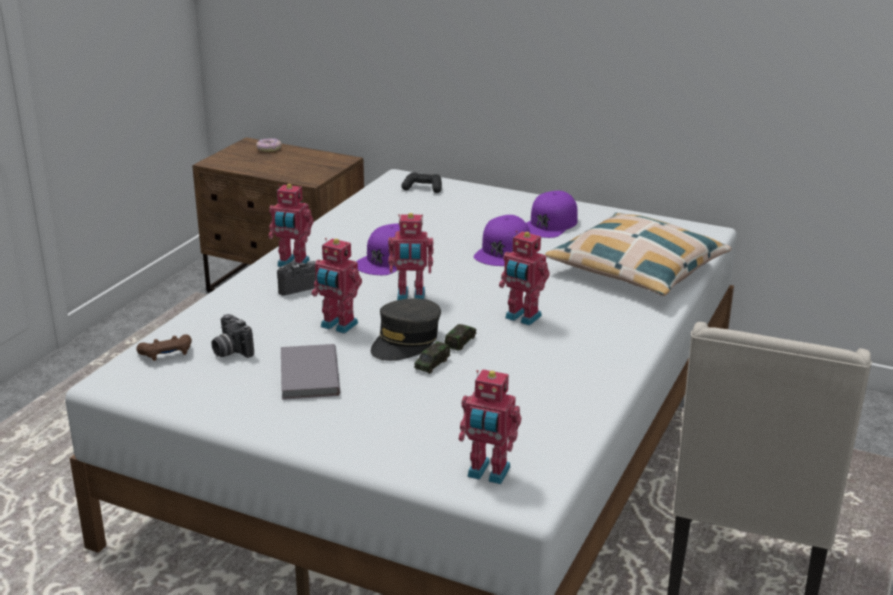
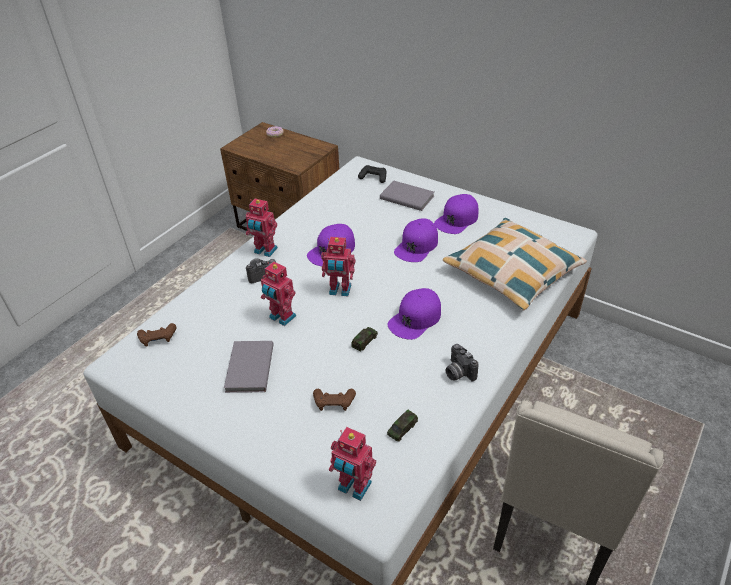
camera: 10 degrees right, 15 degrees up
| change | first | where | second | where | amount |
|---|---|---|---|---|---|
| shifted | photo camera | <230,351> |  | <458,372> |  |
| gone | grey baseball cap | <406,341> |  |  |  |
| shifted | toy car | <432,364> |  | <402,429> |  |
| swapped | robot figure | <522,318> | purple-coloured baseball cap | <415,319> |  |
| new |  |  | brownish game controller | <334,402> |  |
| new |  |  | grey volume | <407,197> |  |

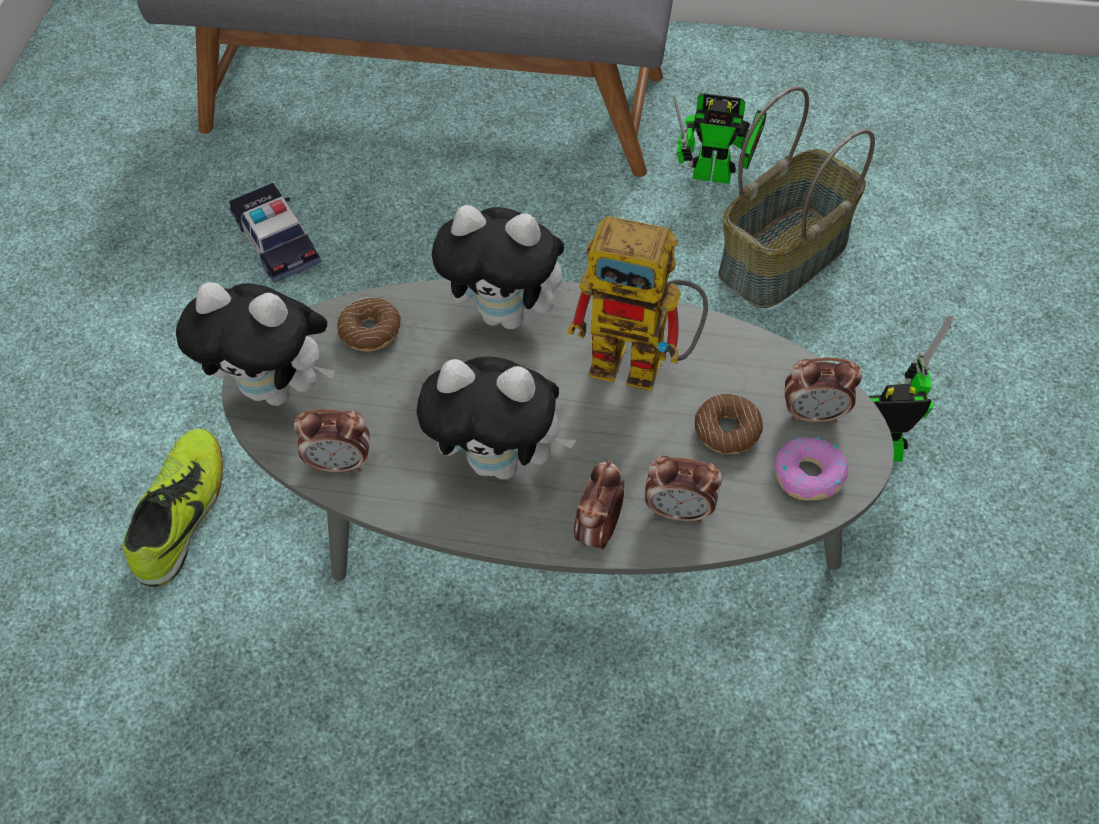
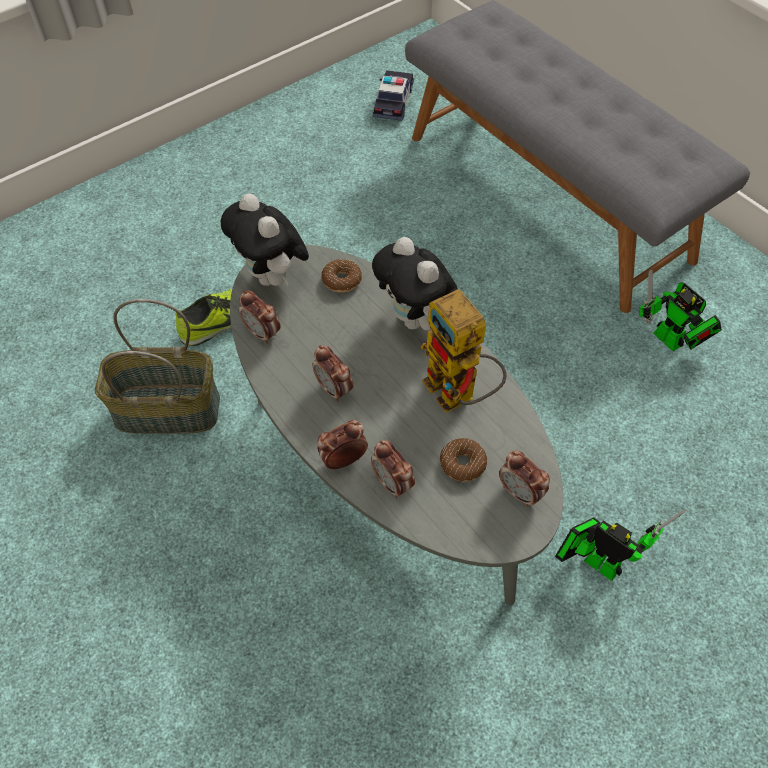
camera: 40 degrees right, 0 degrees up
| change | first | where | second | where | amount |
|---|---|---|---|---|---|
| shifted | toy car | <276,241> |  | <393,101> |  |
| swapped | soft toy | <501,461> | alarm clock | <334,389> |  |
| shifted | basket | <784,260> |  | <166,411> |  |
| gone | ring doughnut | <809,475> |  |  |  |

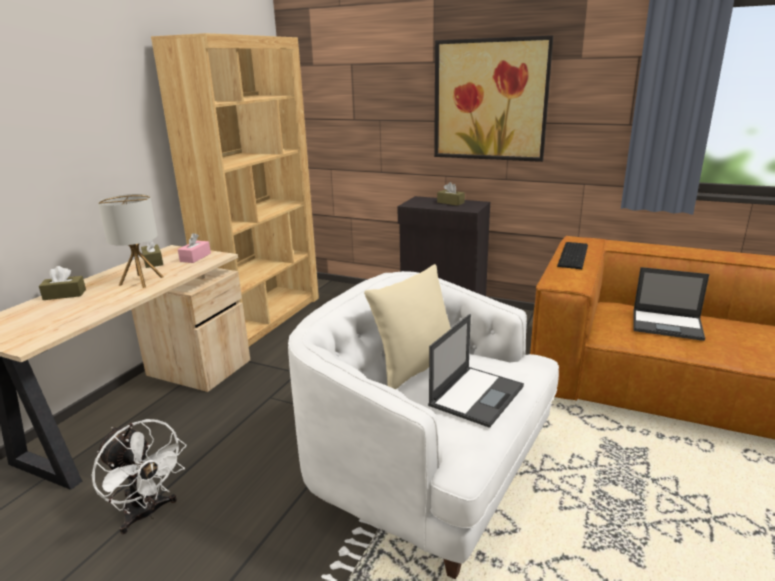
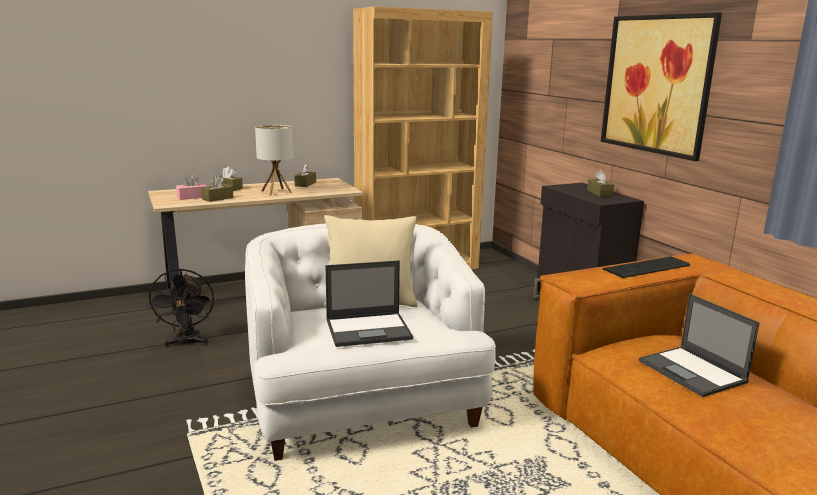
camera: 40 degrees right, 5 degrees down
| change | first | where | second | where | amount |
|---|---|---|---|---|---|
| repainted | whitish fan | <147,514> | black-coloured fan | <187,343> |  |
| shifted | pink box of tissues | <195,257> |  | <192,197> |  |
| new |  |  | brownish box of tissues | <217,198> |  |

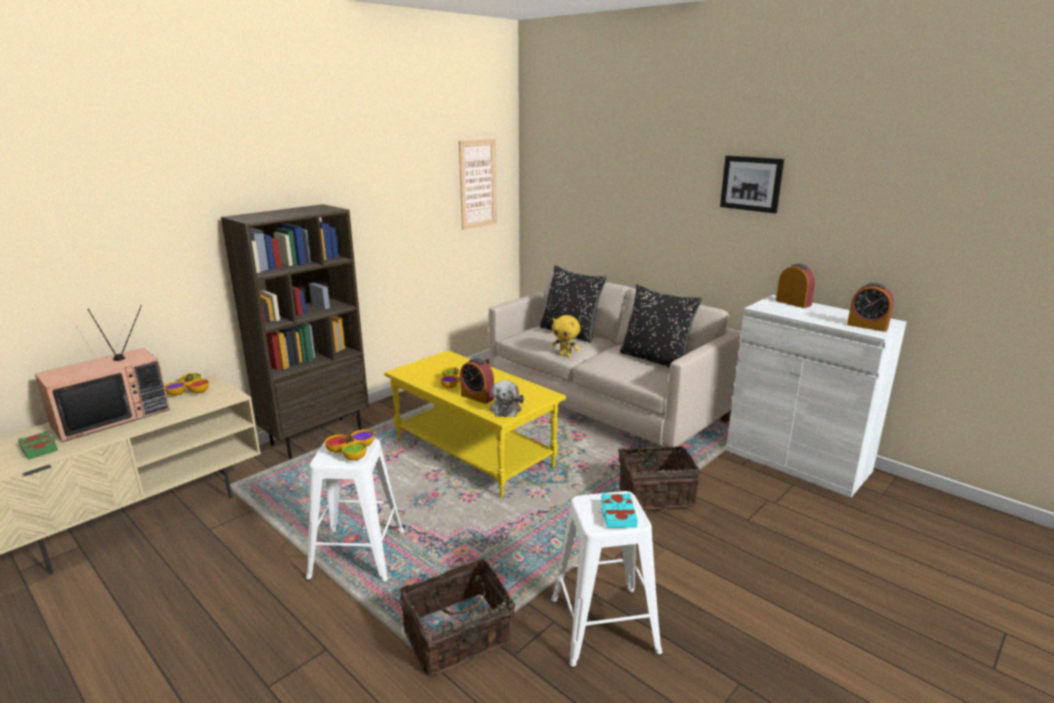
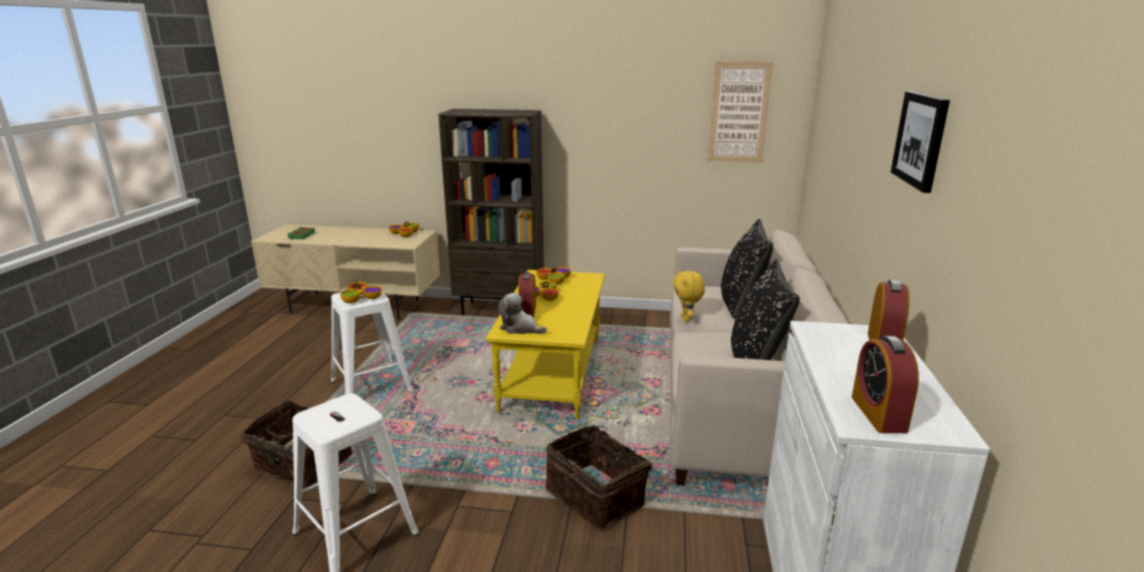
camera: 55 degrees right, 0 degrees up
| change | first | where | second | where | amount |
|---|---|---|---|---|---|
| gone | TV set | <112,416> |  |  |  |
| rotated | soft toy | <506,408> |  | <520,328> | 60 degrees clockwise |
| gone | blue-green volume | <617,514> |  |  |  |
| new |  |  | serving bowl | <554,280> |  |

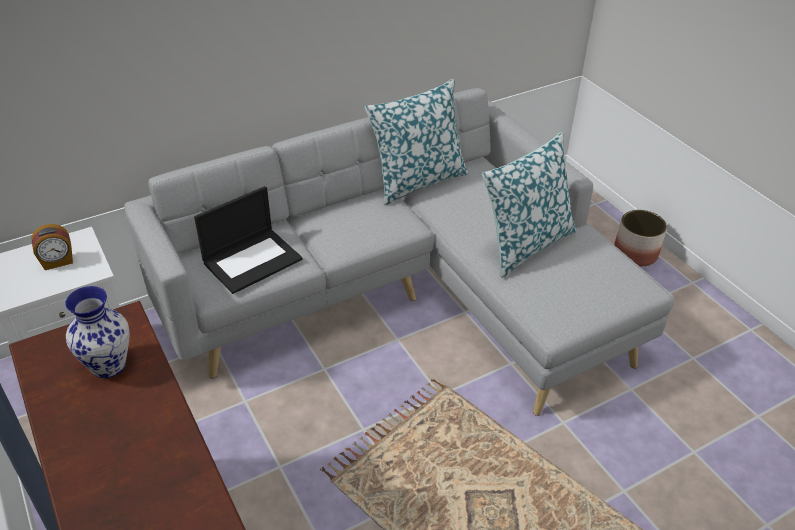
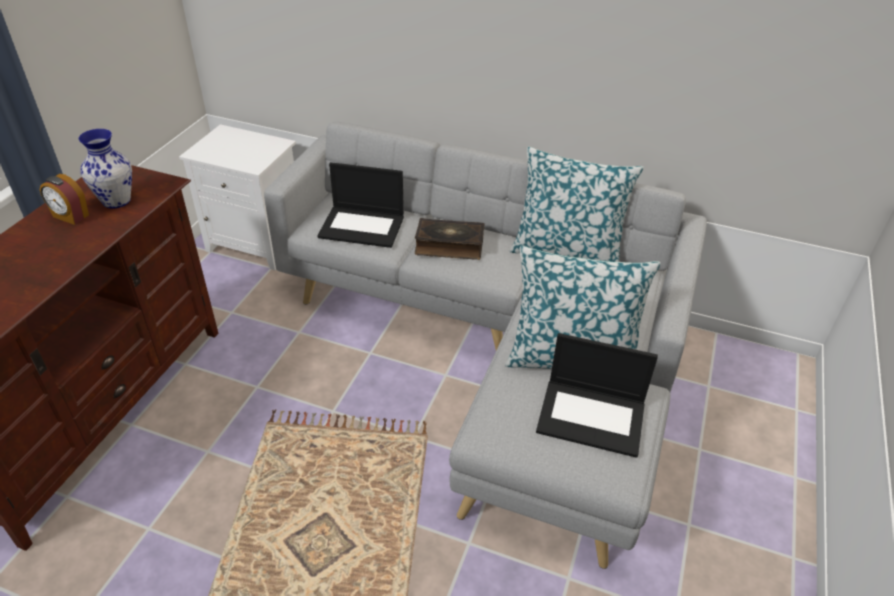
camera: 50 degrees right, 0 degrees up
| change | first | where | second | where | amount |
|---|---|---|---|---|---|
| shifted | alarm clock | <58,262> |  | <70,216> |  |
| gone | flower pot | <635,253> |  |  |  |
| new |  |  | volume | <449,246> |  |
| new |  |  | portable computer | <592,417> |  |

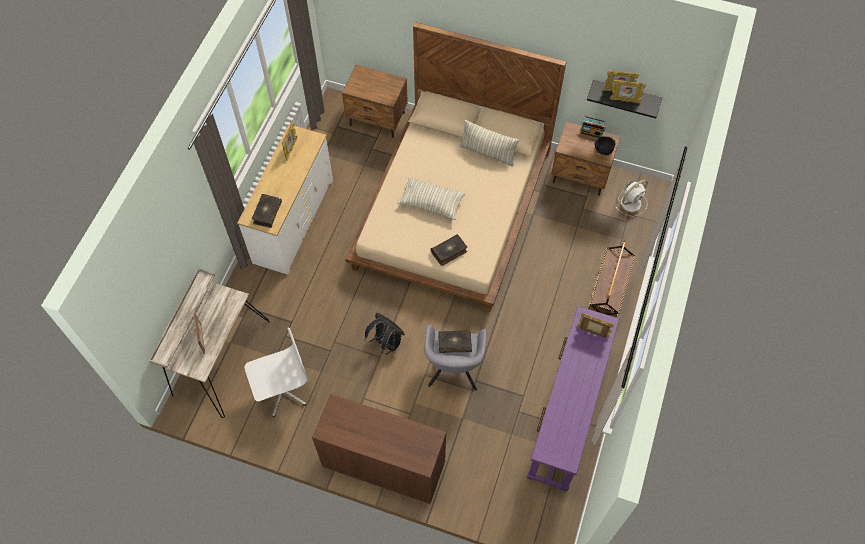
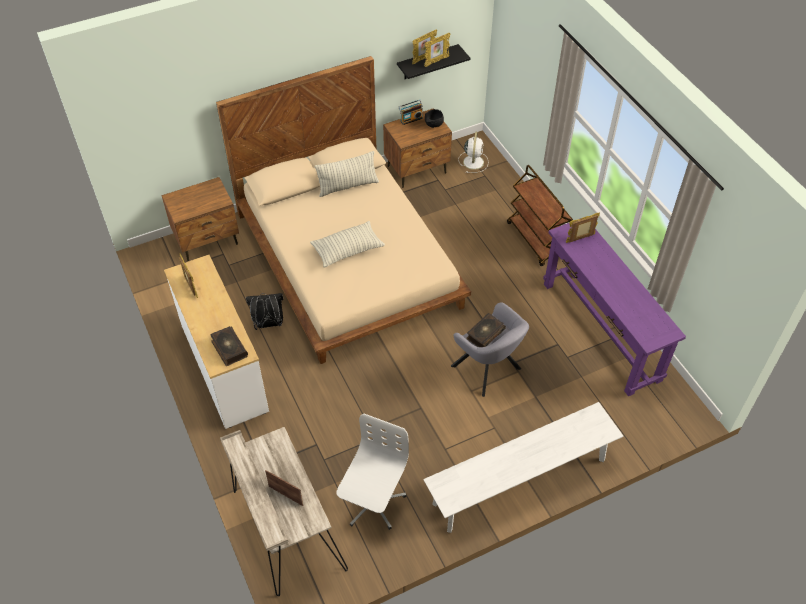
camera: 45 degrees left, 10 degrees down
| change | first | where | second | where | amount |
|---|---|---|---|---|---|
| swapped | brownish storage cabinet | <384,464> | whitish long seat | <520,481> |  |
| shifted | black-coloured backpack | <386,342> |  | <268,324> |  |
| gone | volume | <449,252> |  |  |  |

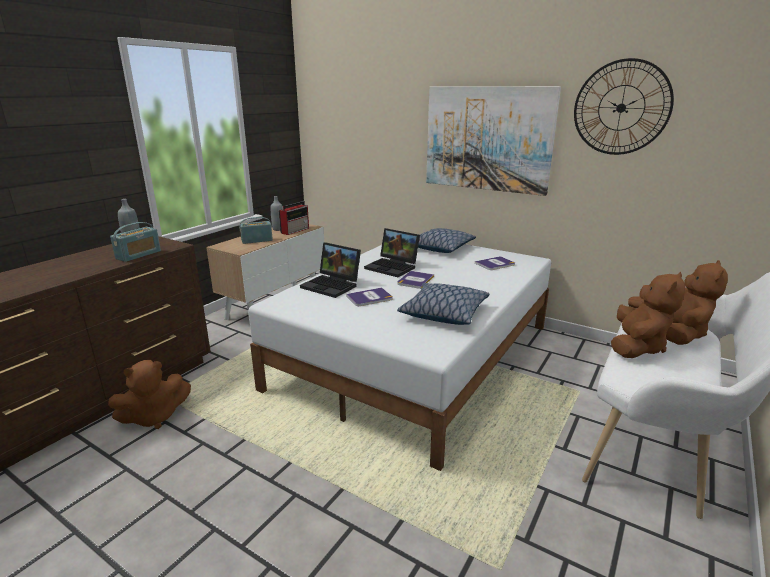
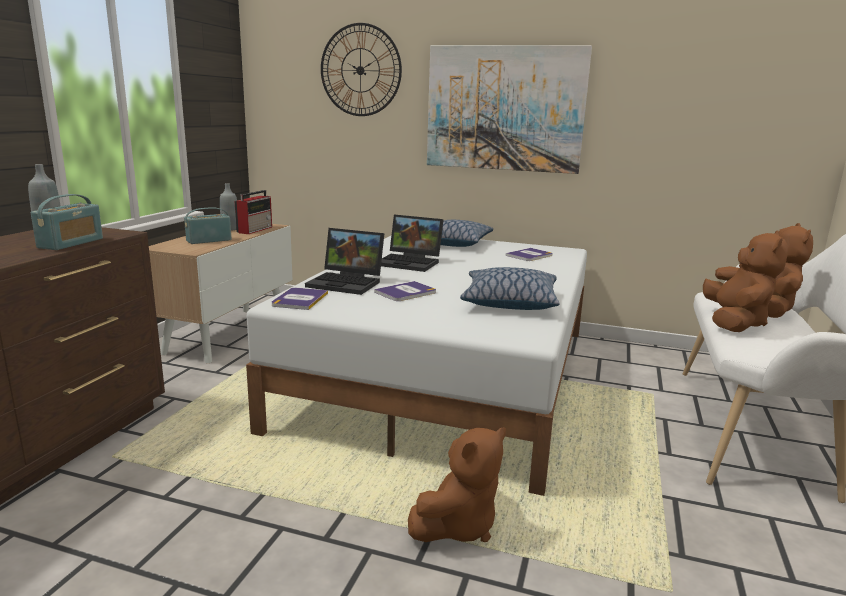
camera: 15 degrees left, 5 degrees down
| change | first | where | second | where | amount |
|---|---|---|---|---|---|
| shifted | brownish soft toy | <154,417> |  | <458,525> |  |
| shifted | volume | <415,280> |  | <300,299> |  |
| shifted | wall clock | <621,108> |  | <360,70> |  |

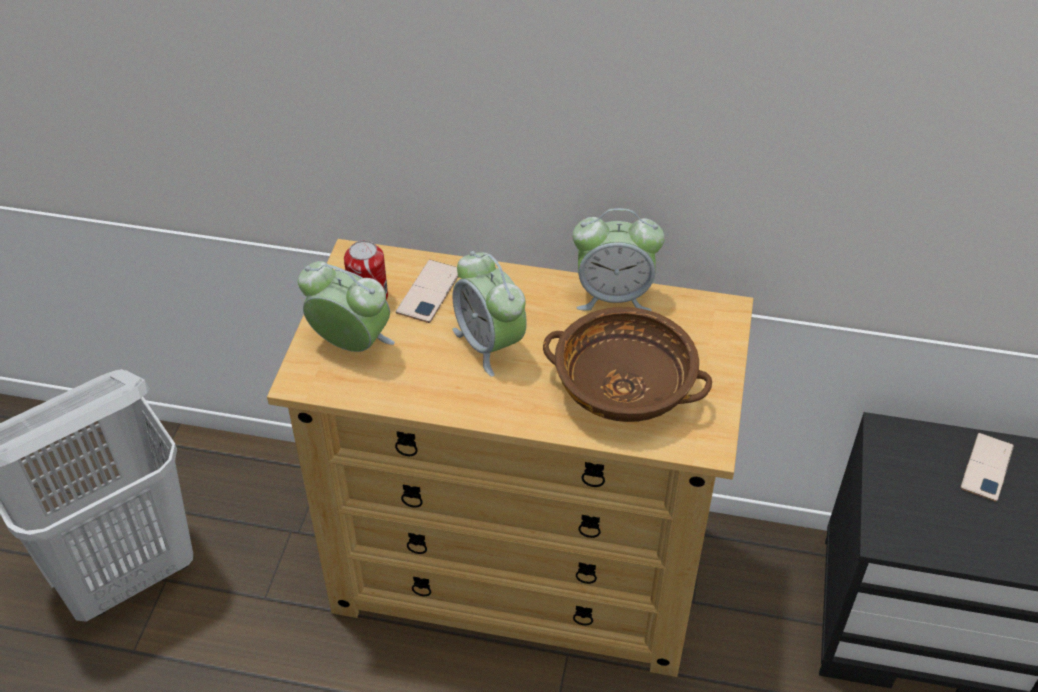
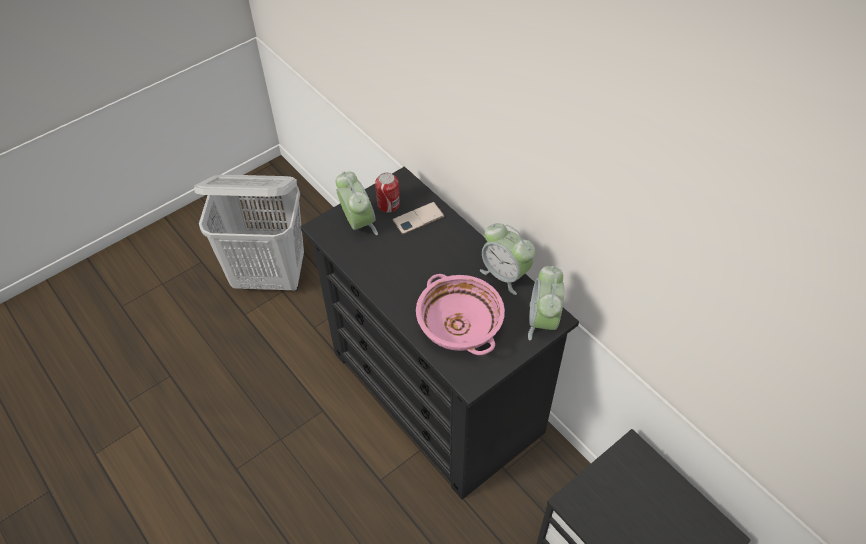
camera: 40 degrees right, 5 degrees up
| change | first | where | second | where | amount |
|---|---|---|---|---|---|
| repainted | beige-coloured dresser | <521,568> | black-coloured dresser | <436,393> |  |
| shifted | alarm clock | <489,344> |  | <543,321> |  |
| repainted | brownish serving bowl | <625,388> | pink serving bowl | <460,326> |  |
| gone | phone | <986,467> |  |  |  |

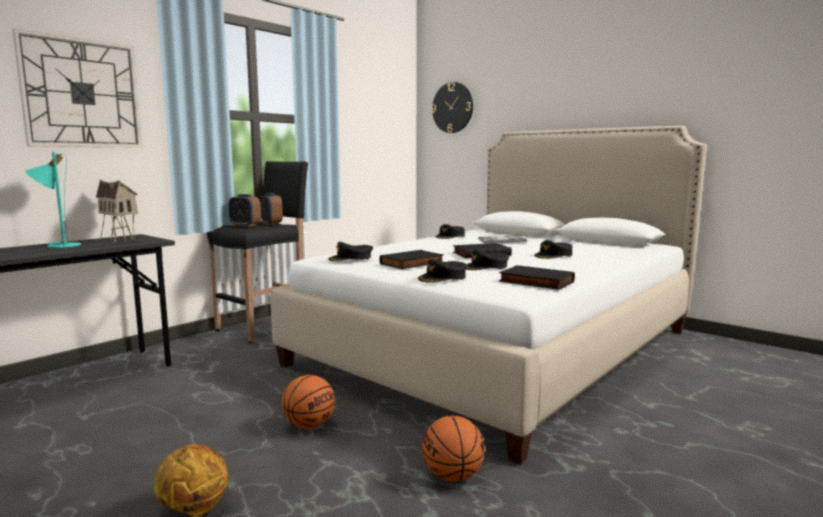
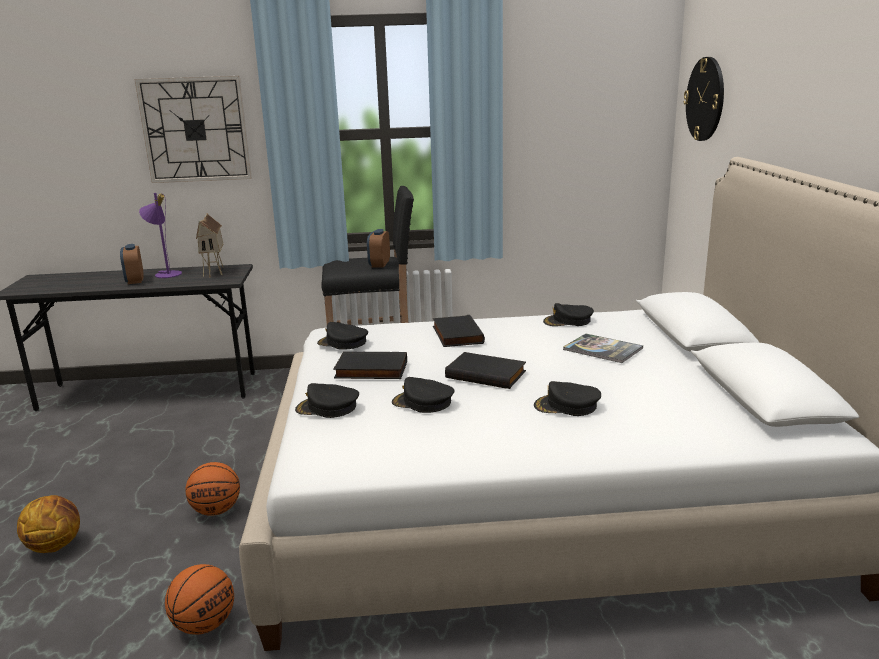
camera: 45 degrees right, 10 degrees up
| change | first | where | second | where | amount |
|---|---|---|---|---|---|
| repainted | blue-green table lamp | <58,245> | purple-coloured table lamp | <166,273> |  |
| shifted | alarm clock | <245,225> |  | <135,281> |  |
| shifted | black-coloured volume | <535,282> |  | <456,335> |  |

